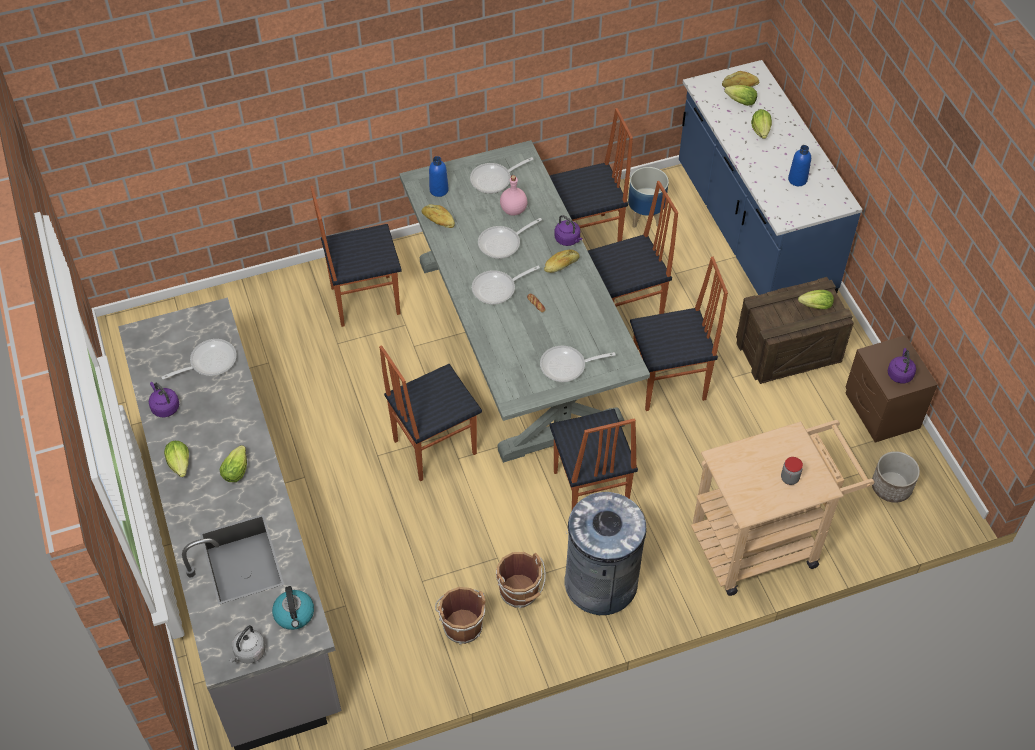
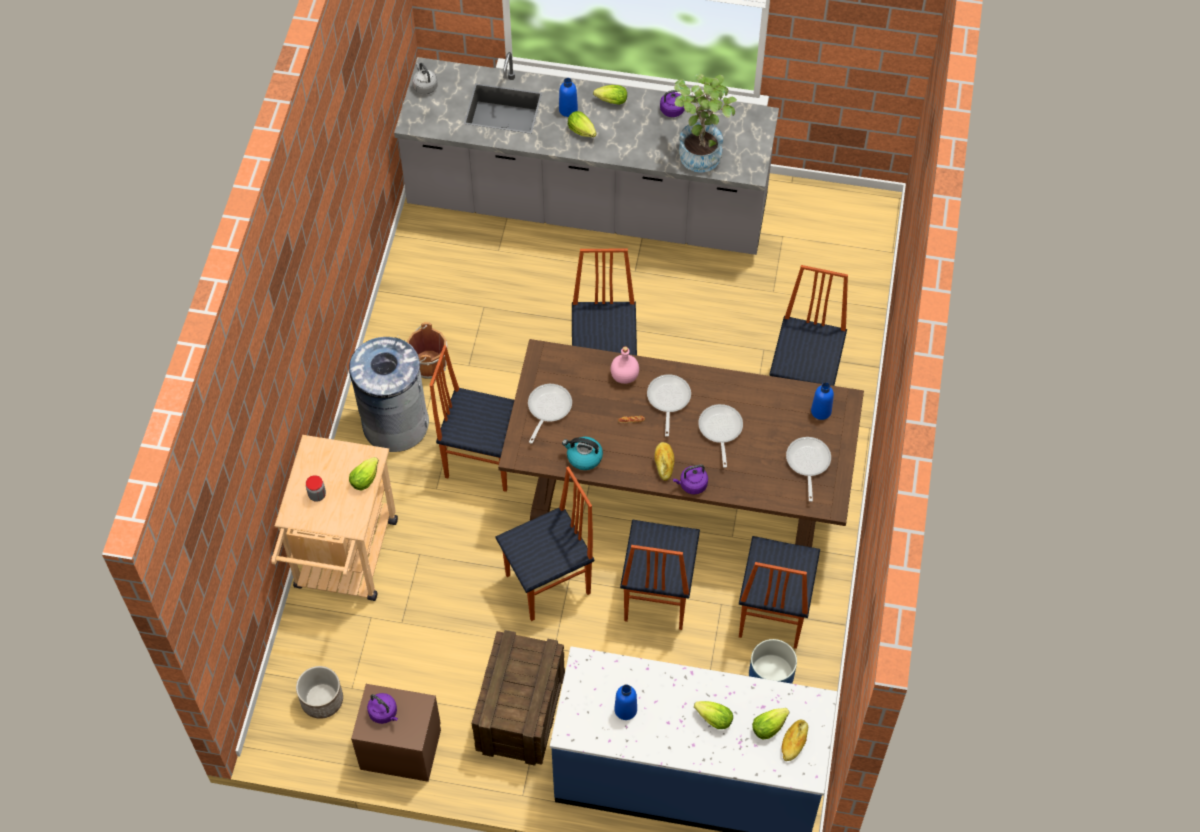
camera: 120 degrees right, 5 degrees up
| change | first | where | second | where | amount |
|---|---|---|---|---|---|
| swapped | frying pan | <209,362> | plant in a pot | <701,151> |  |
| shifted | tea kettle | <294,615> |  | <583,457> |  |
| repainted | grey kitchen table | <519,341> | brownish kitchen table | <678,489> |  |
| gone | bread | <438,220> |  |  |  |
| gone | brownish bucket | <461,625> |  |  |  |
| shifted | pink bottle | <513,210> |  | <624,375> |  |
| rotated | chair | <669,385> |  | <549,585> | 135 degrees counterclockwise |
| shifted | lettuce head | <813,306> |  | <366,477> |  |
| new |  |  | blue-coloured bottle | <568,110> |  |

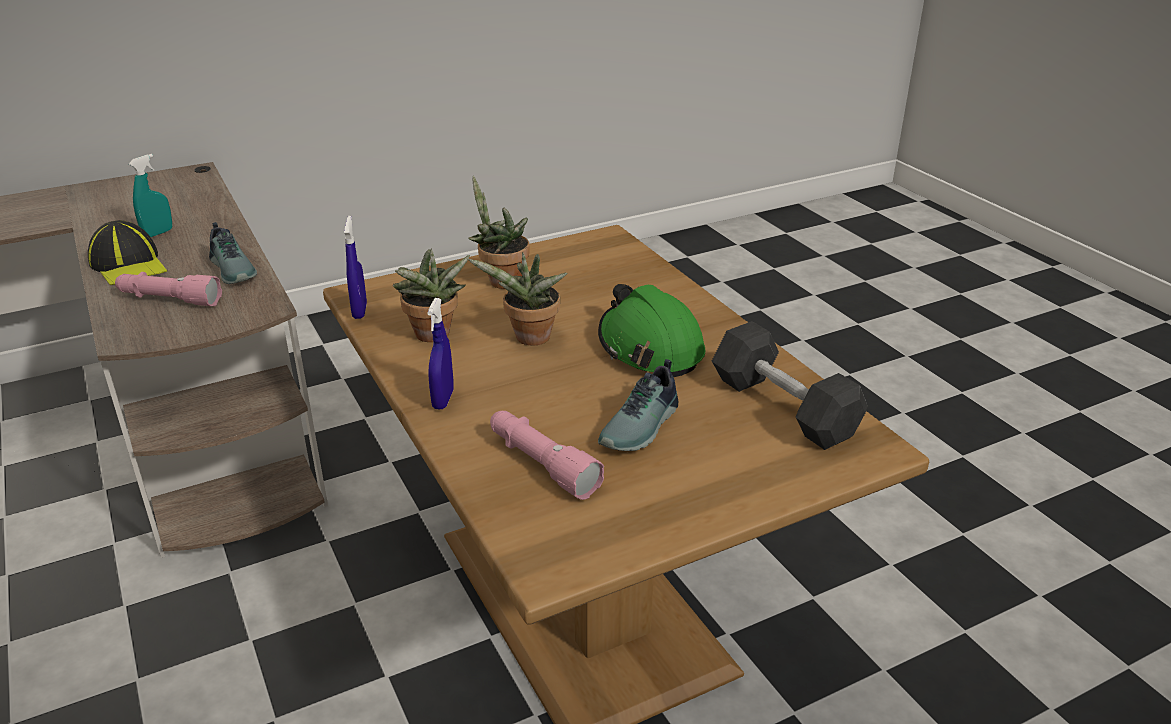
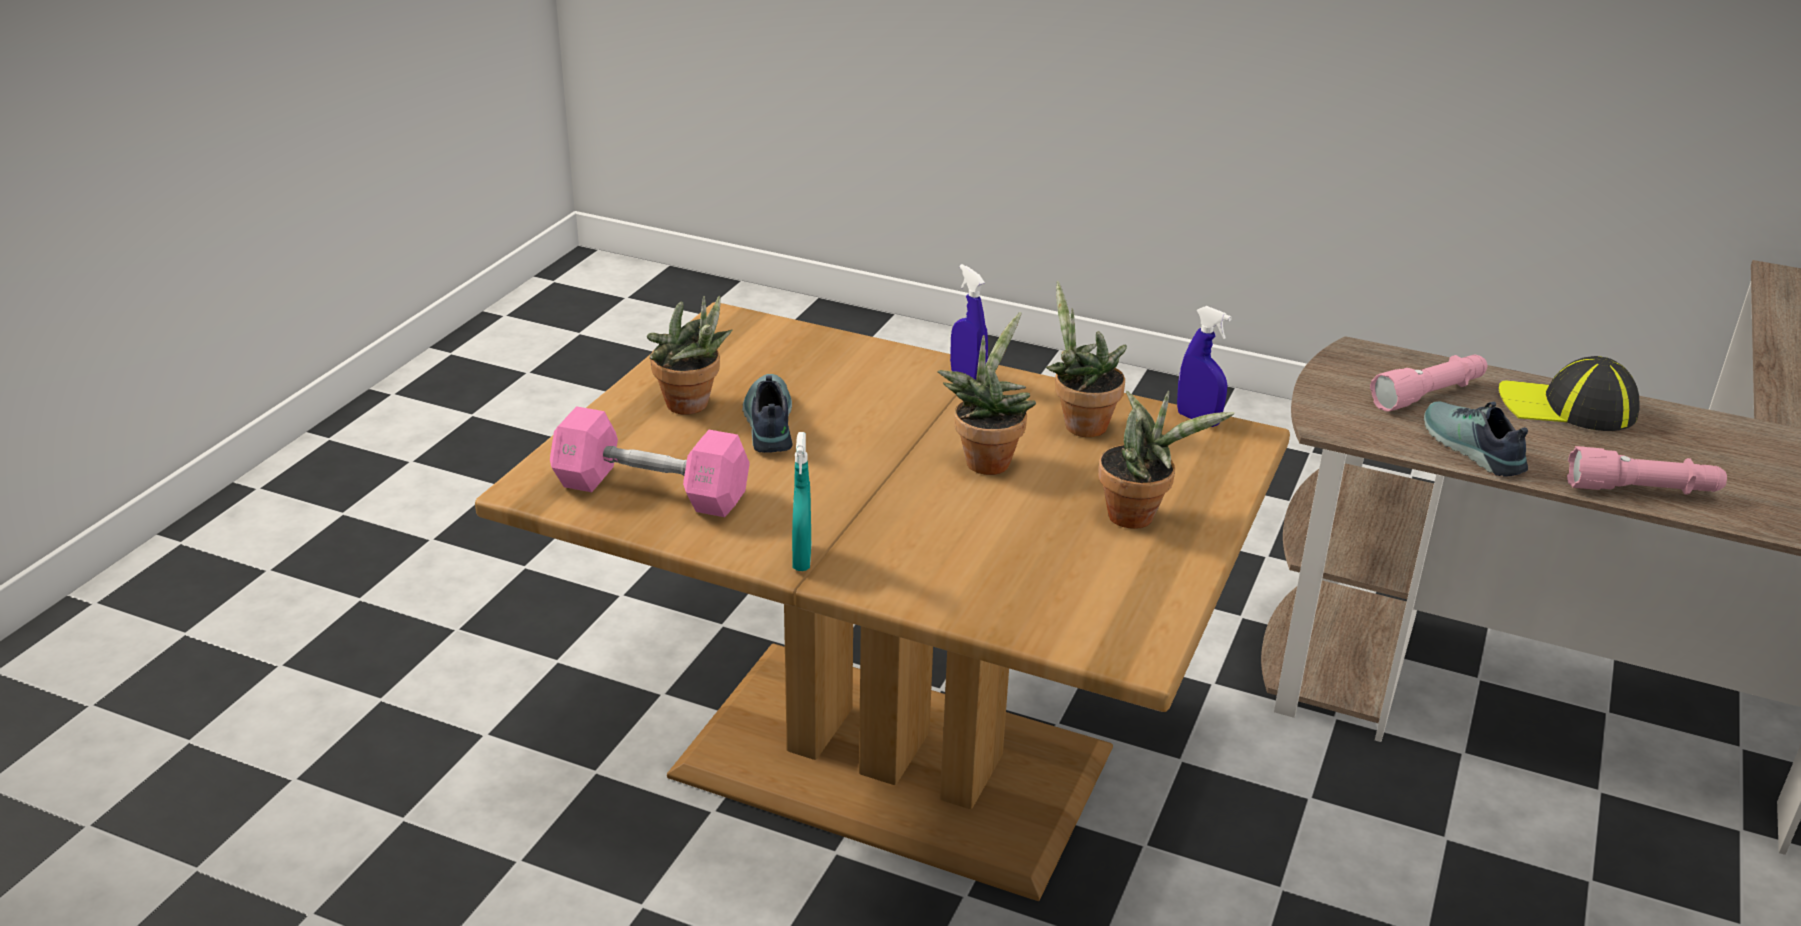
camera: 140 degrees right, 0 degrees up
| change | first | where | second | where | amount |
|---|---|---|---|---|---|
| shifted | blue-green sprayer | <158,233> |  | <802,558> |  |
| rotated | low shoe | <234,269> |  | <1469,449> | 45 degrees clockwise |
| shifted | pink flashlight | <541,464> |  | <1642,490> |  |
| gone | greenish hard hat | <649,348> |  |  |  |
| repainted | black-coloured hand weight | <783,407> | pink hand weight | <651,491> |  |
| new |  |  | plant in a pot | <692,406> |  |

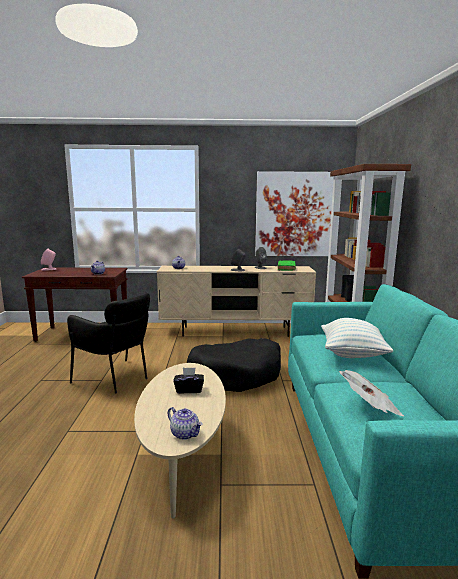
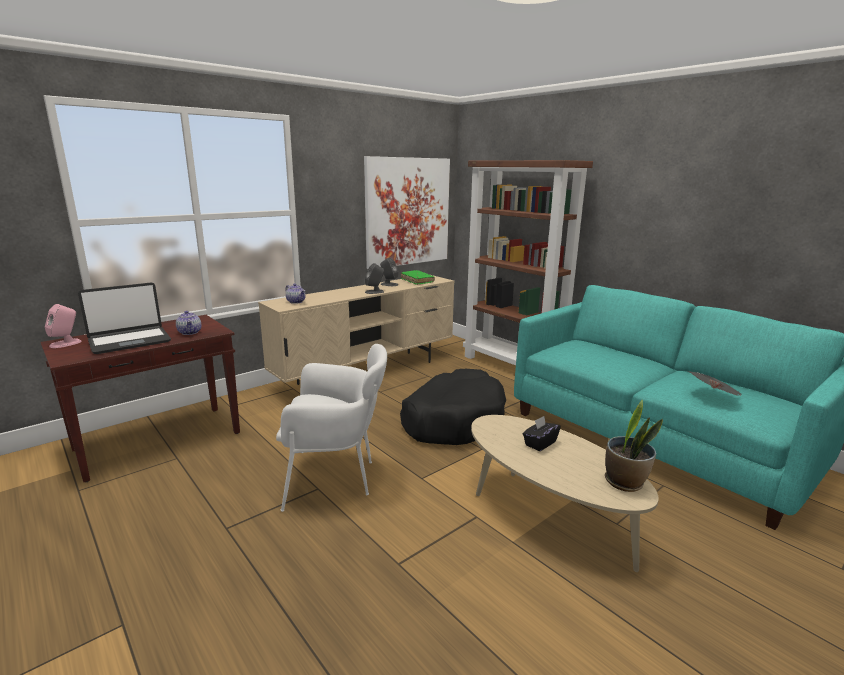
camera: 40 degrees left, 5 degrees up
| change | first | where | second | where | amount |
|---|---|---|---|---|---|
| repainted | black-coloured armchair | <117,379> | whitish armchair | <335,478> |  |
| swapped | tea pot | <185,434> | plant in a pot | <625,482> |  |
| gone | cushion | <352,354> |  |  |  |
| new |  |  | portable computer | <129,341> |  |

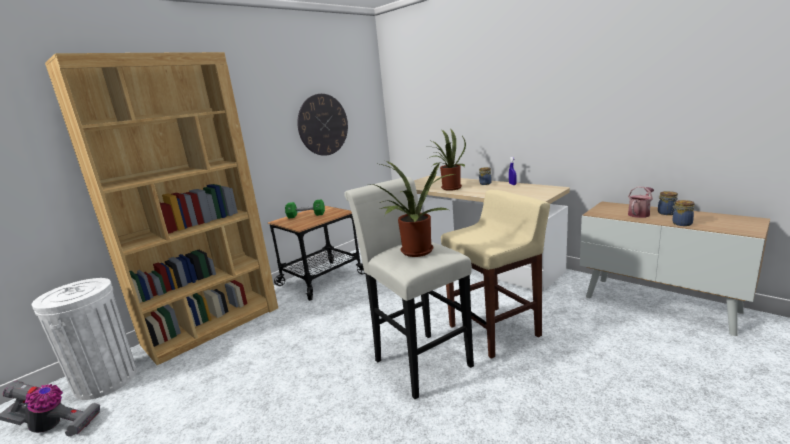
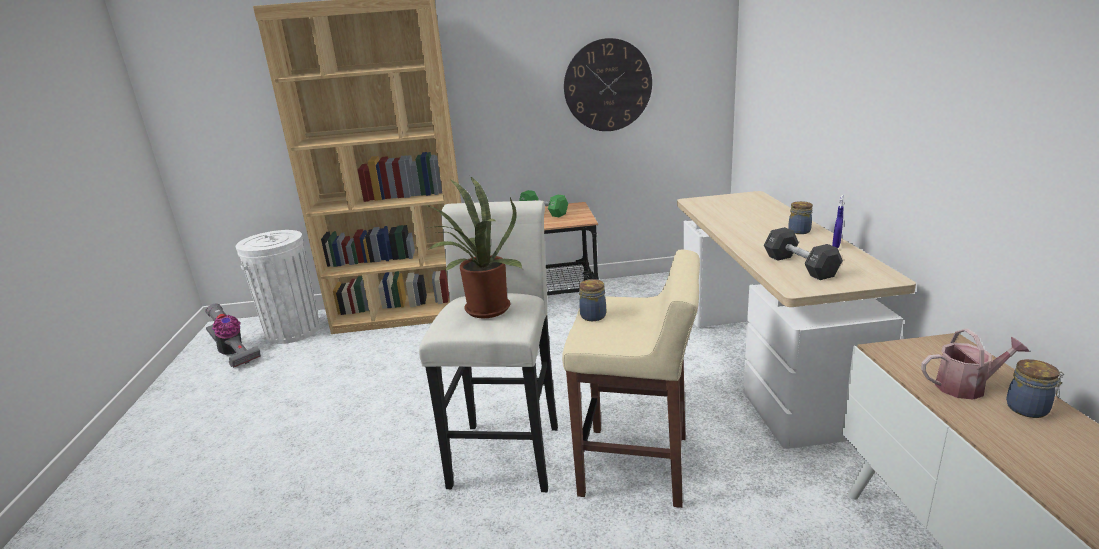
camera: 40 degrees right, 5 degrees up
| change | first | where | second | where | amount |
|---|---|---|---|---|---|
| gone | plant in a pot | <449,188> |  |  |  |
| shifted | preserve jar | <681,223> |  | <593,315> |  |
| new |  |  | black-coloured hand weight | <800,266> |  |

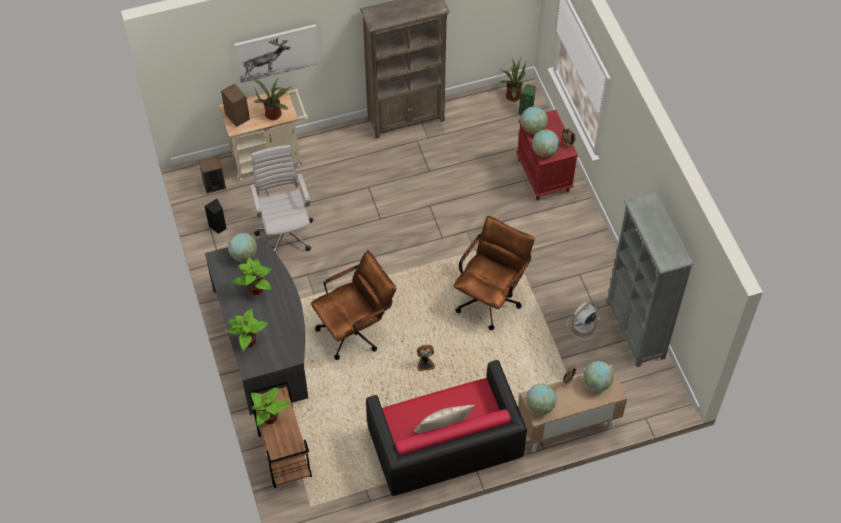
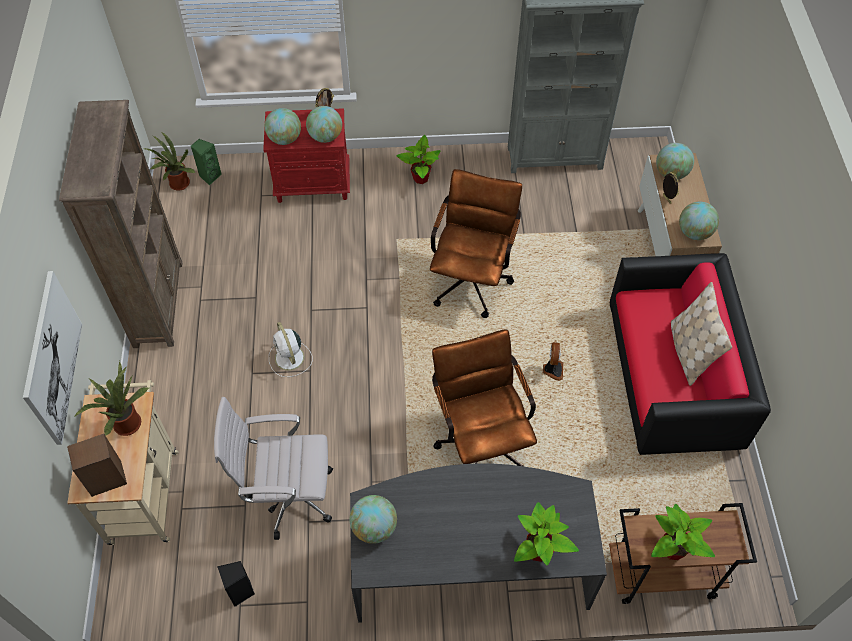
camera: 75 degrees left, 0 degrees up
| change | first | where | second | where | amount |
|---|---|---|---|---|---|
| gone | audio speaker | <214,185> |  |  |  |
| shifted | plant in a pot | <256,289> |  | <421,178> |  |
| rotated | brownish office chair | <491,297> |  | <472,278> | 60 degrees clockwise |
| shifted | whitish fan | <582,325> |  | <290,359> |  |

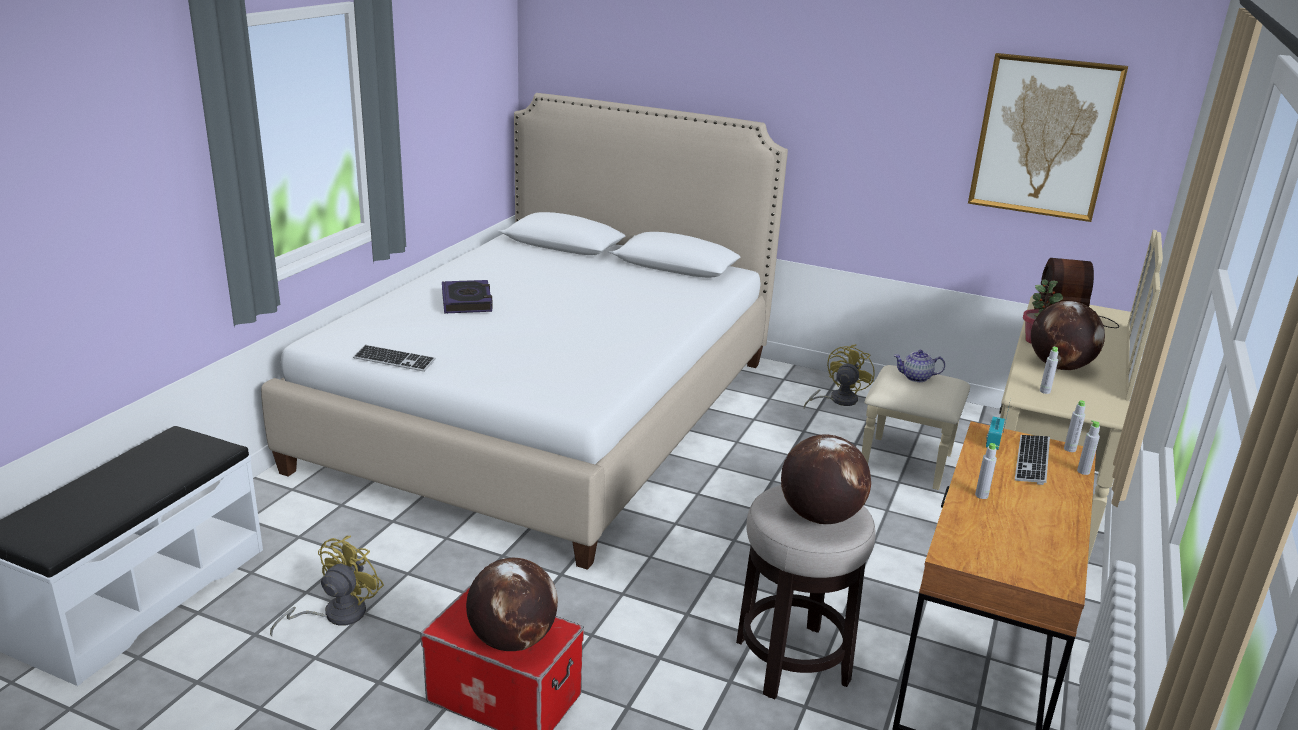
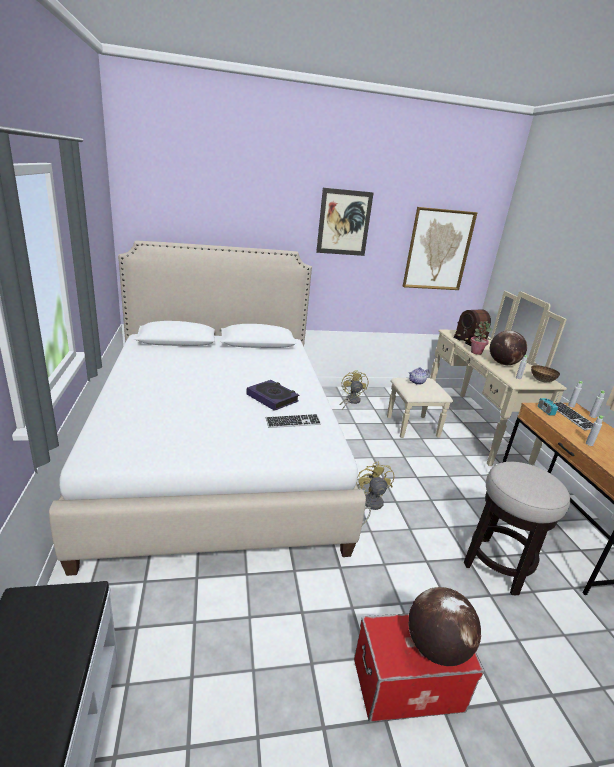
camera: 35 degrees left, 0 degrees up
| change | first | where | second | where | amount |
|---|---|---|---|---|---|
| shifted | yellow fan | <335,615> |  | <369,505> |  |
| shifted | PC keyboard | <394,360> |  | <293,422> |  |
| shifted | volume | <467,302> |  | <272,398> |  |
| gone | globe | <819,517> |  |  |  |
| new |  |  | picture | <344,222> |  |
| new |  |  | serving bowl | <542,381> |  |

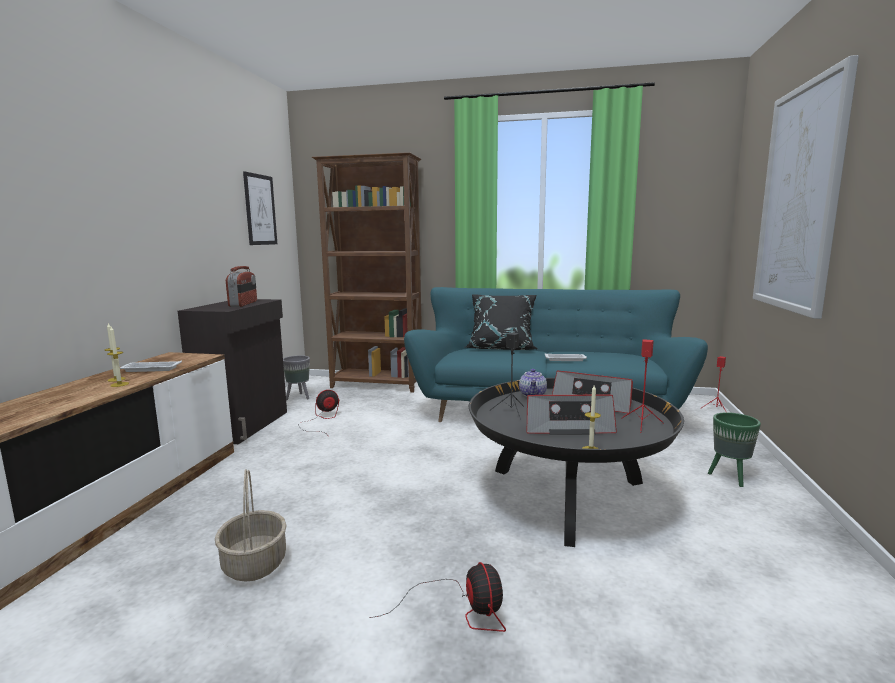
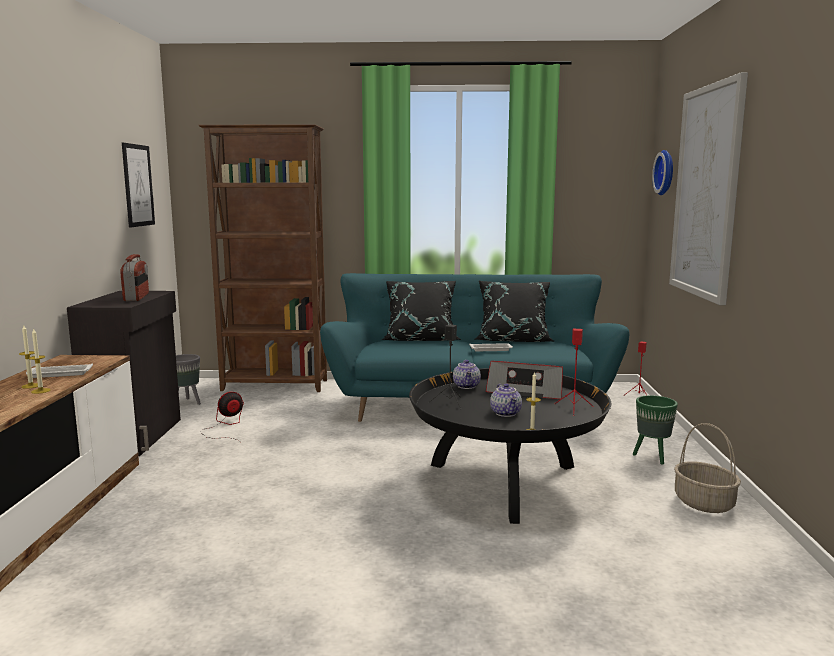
camera: 10 degrees left, 0 degrees up
| change | first | where | second | where | amount |
|---|---|---|---|---|---|
| shifted | basket | <253,563> |  | <703,503> |  |
| gone | fan | <461,609> |  |  |  |
| swapped | radio | <567,426> | tea pot | <506,413> |  |
| new |  |  | black-coloured cushion | <513,340> |  |
| new |  |  | wall clock | <666,172> |  |

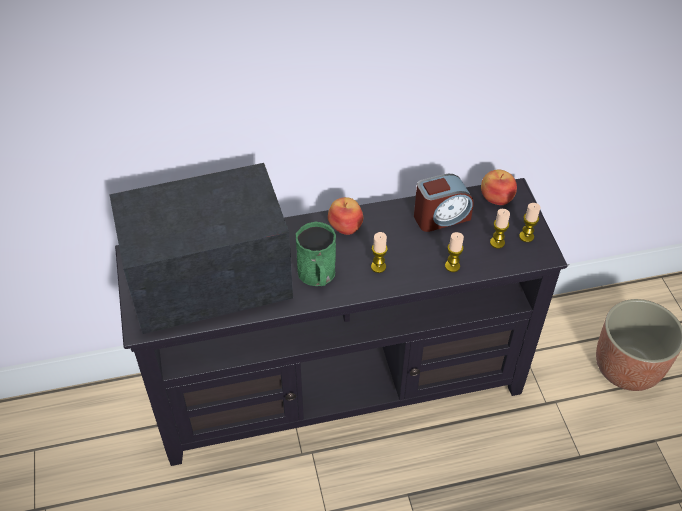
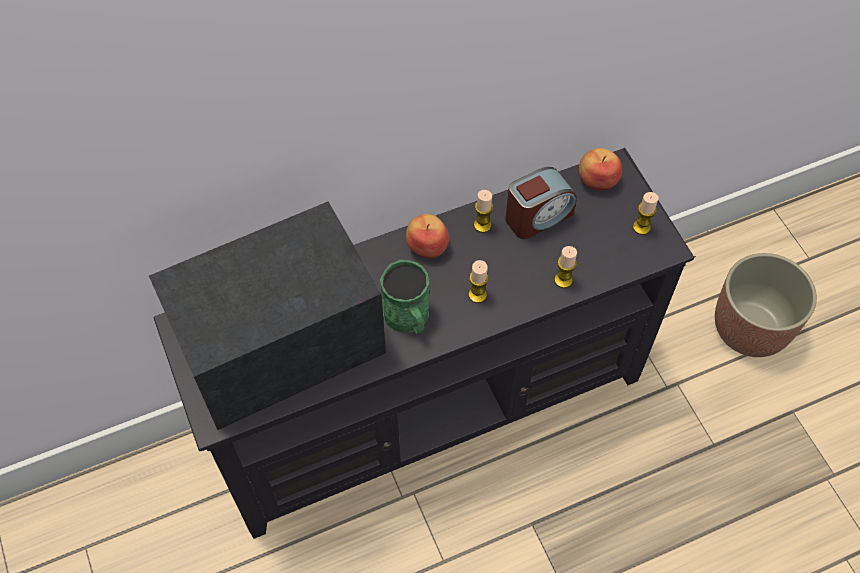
camera: 10 degrees left, 10 degrees up
| change | first | where | second | where | amount |
|---|---|---|---|---|---|
| shifted | candle | <497,242> |  | <482,225> |  |

